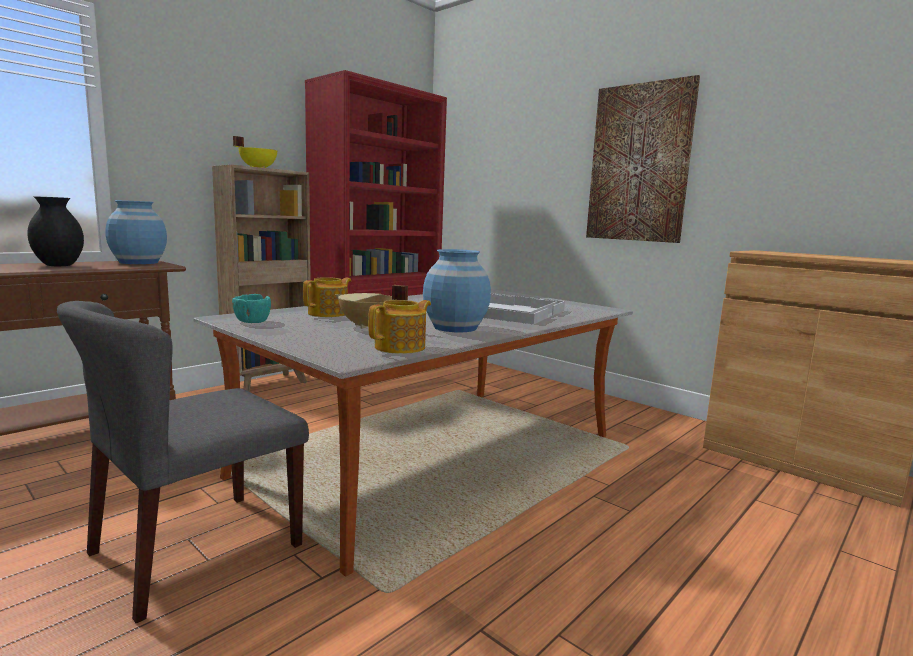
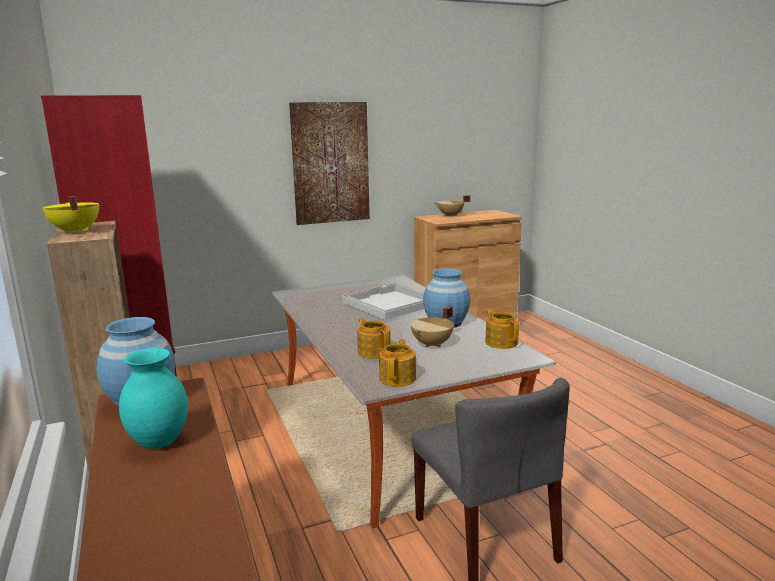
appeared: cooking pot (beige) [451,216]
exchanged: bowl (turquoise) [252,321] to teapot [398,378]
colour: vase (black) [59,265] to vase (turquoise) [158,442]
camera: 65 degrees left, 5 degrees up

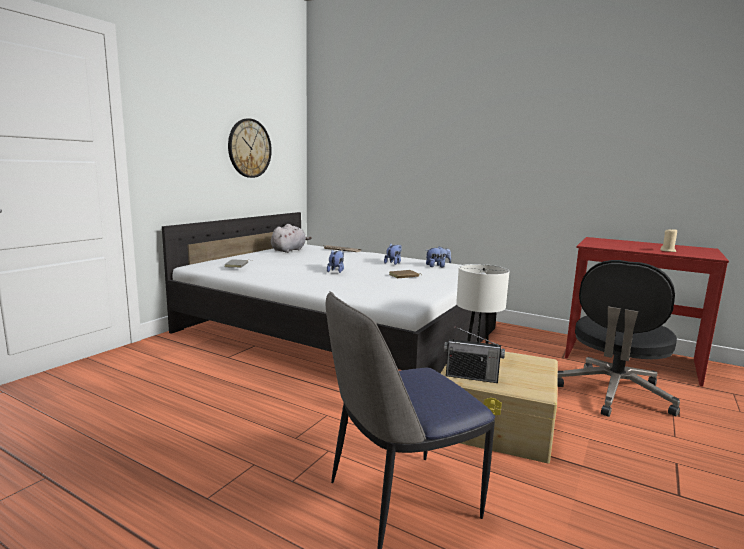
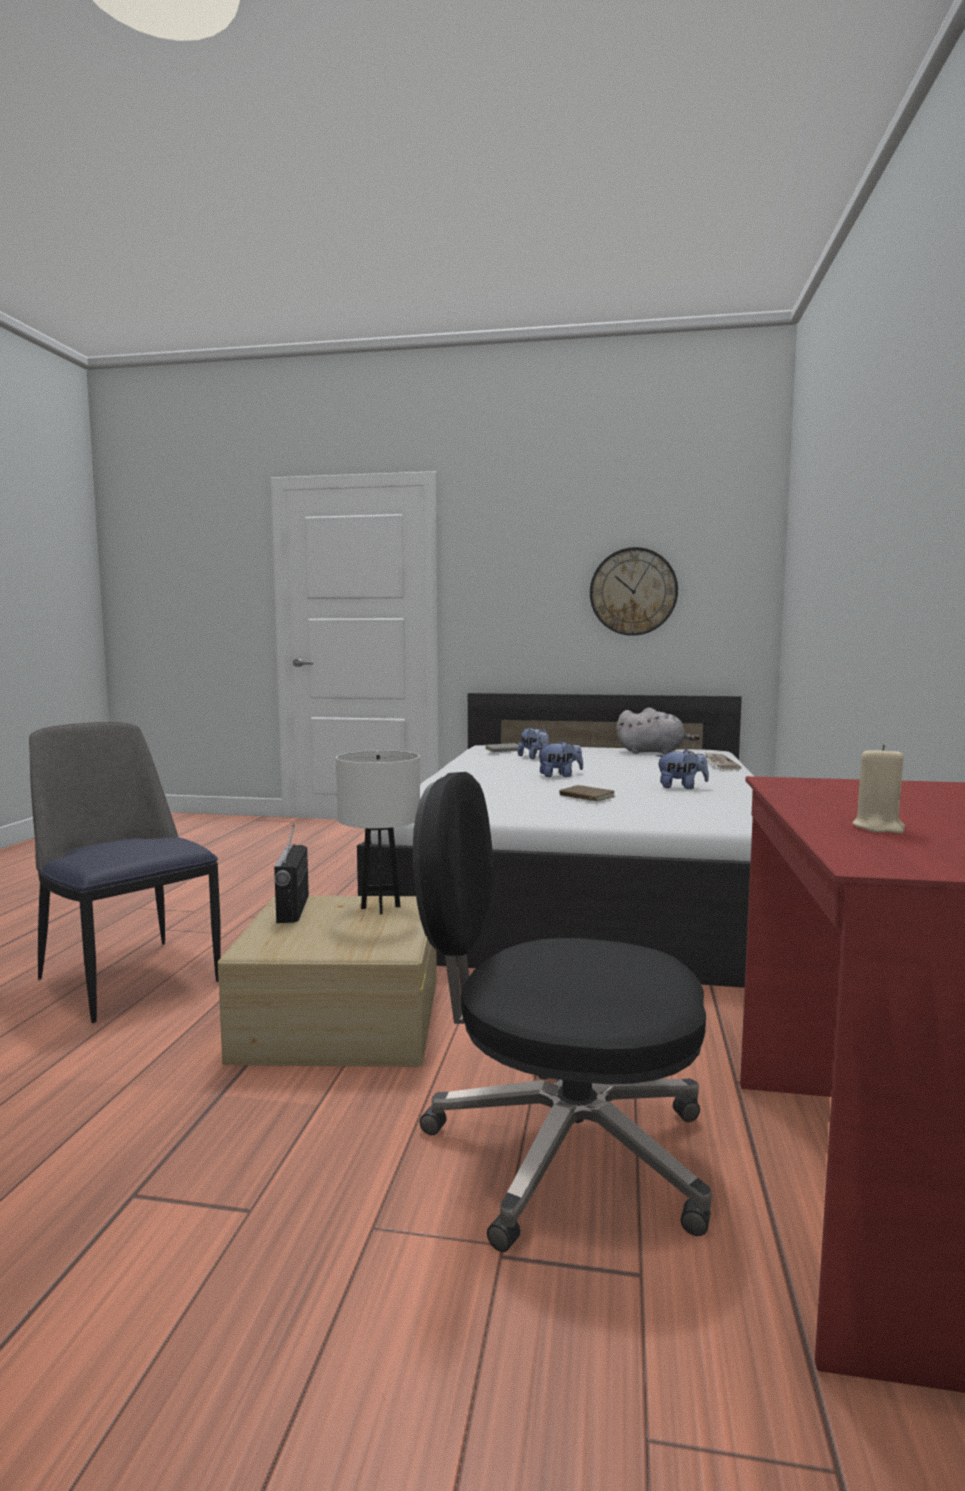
relocated: plush toy [437,266] to [534,758]
camera: 70 degrees right, 5 degrees down

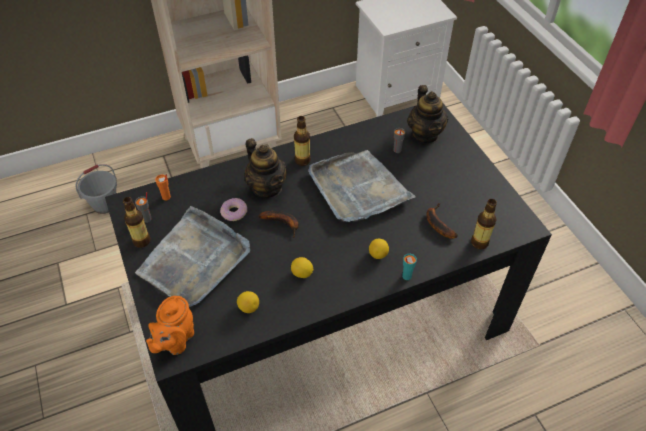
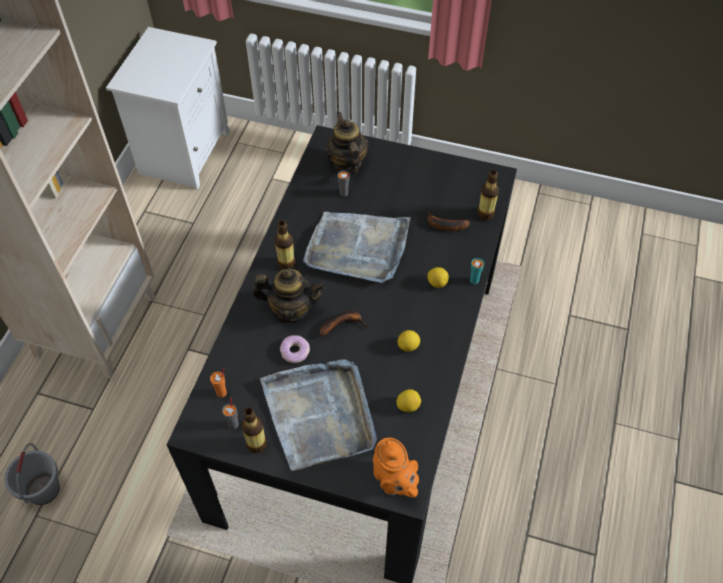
spun: teapot [425,134] = [346,163] 135 degrees counterclockwise
camera: 50 degrees left, 5 degrees up

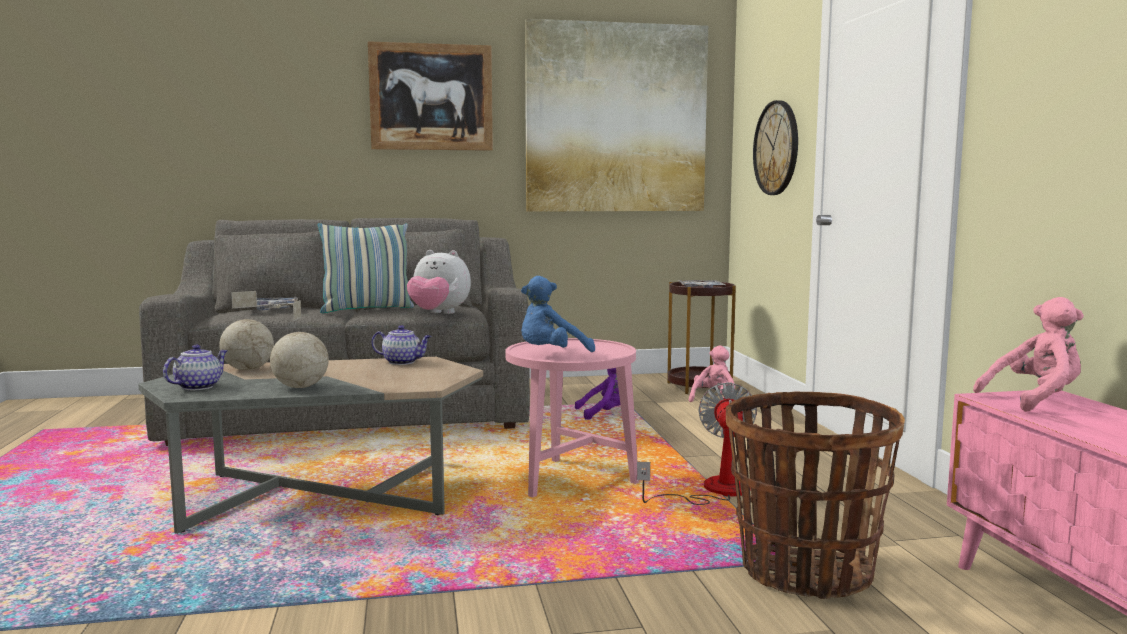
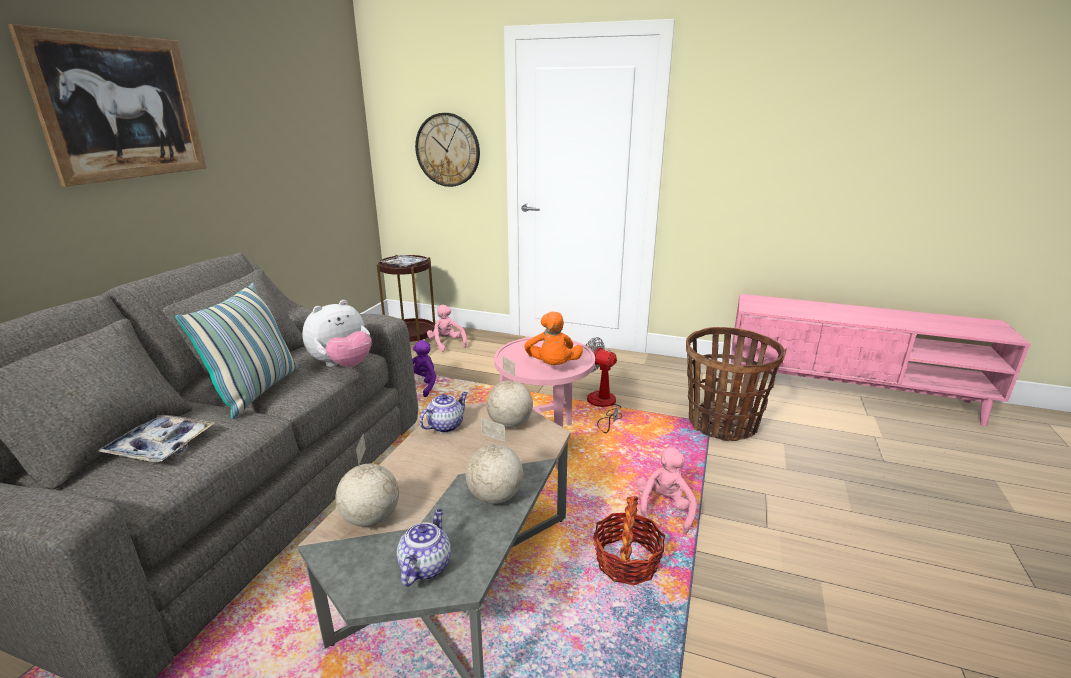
missing: picture [616,119]
appeared: globe [510,424]; basket [626,561]
relocated: plush toy (pink) [1035,400] to [664,510]
colour: plush toy (blue) [551,354] to plush toy (orange) [552,366]
spun: teapot [198,387] = [425,566] 45 degrees clockwise
camera: 60 degrees left, 15 degrees up

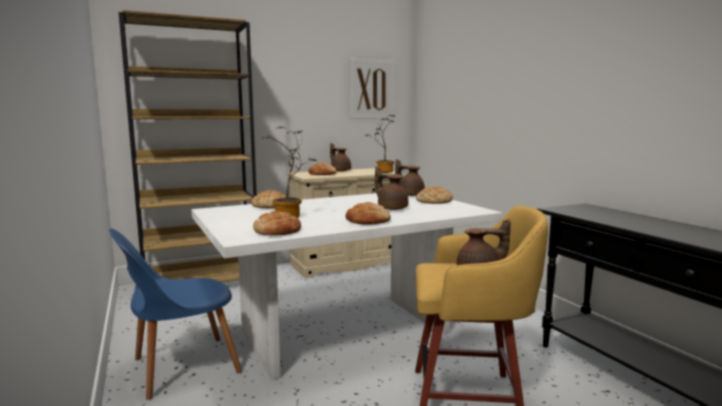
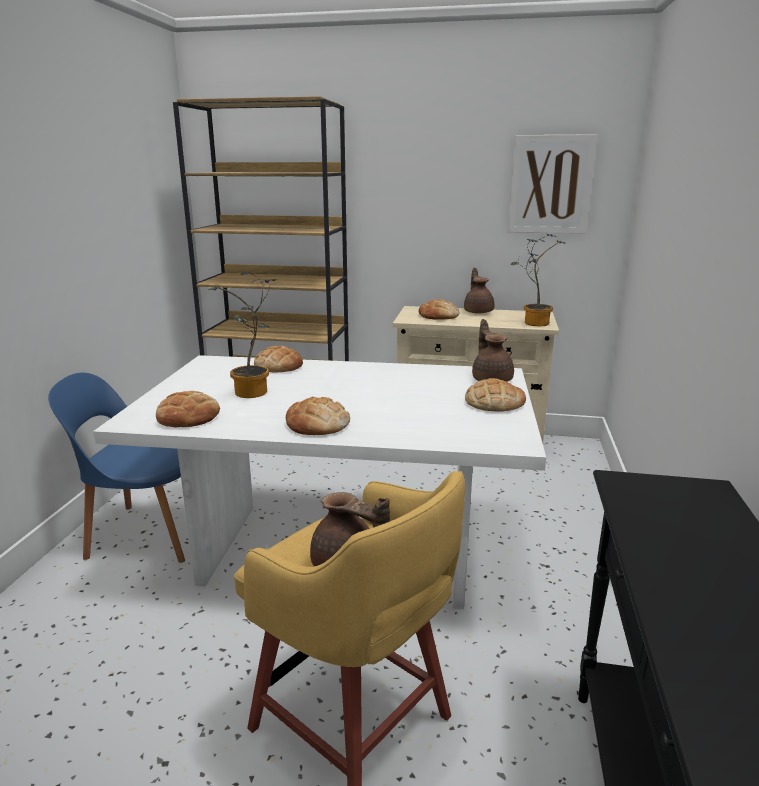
missing: teapot (brown) [391,208]
camera: 35 degrees right, 10 degrees up

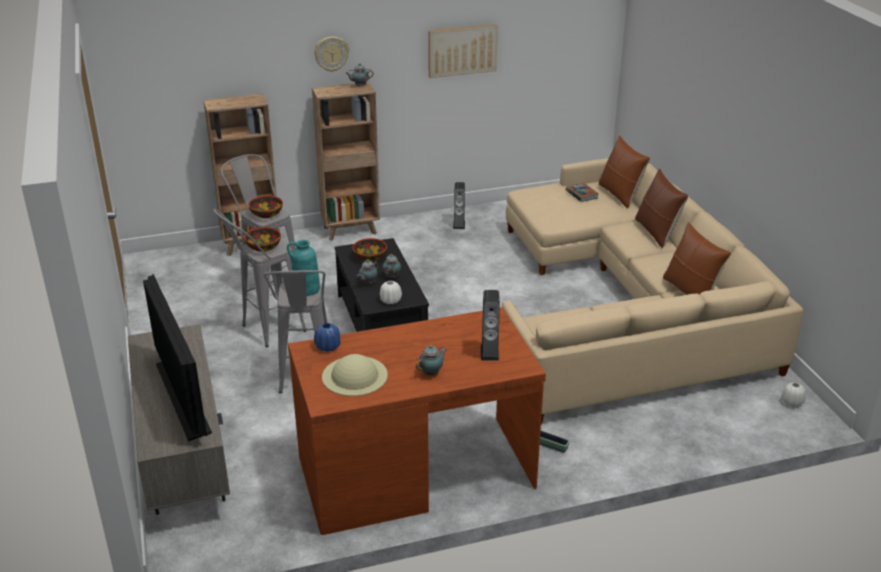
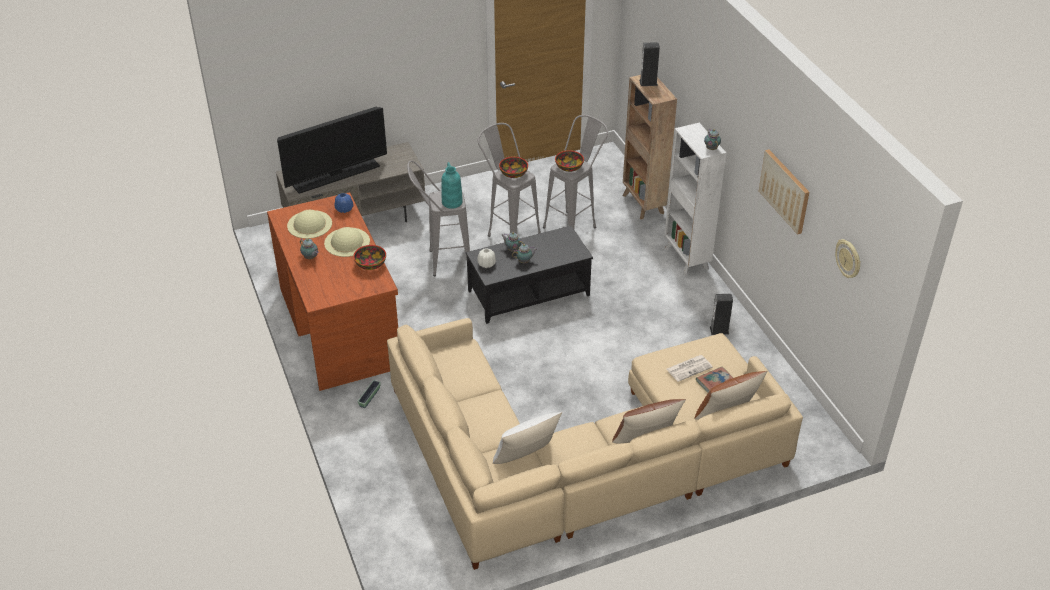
missing: vase (white) [792,402]
appeared: hat (beige) [347,242]; newspaper [689,368]
relocated: wall clock [331,53] to [848,259]; bowl [369,257] to [370,264]; speaker [489,352] to [648,82]
colour: bookcase (brown) [351,230] to bookcase (white) [686,259]; pillow (brown) [691,292] to pillow (white) [526,457]
camera: 85 degrees right, 10 degrees up

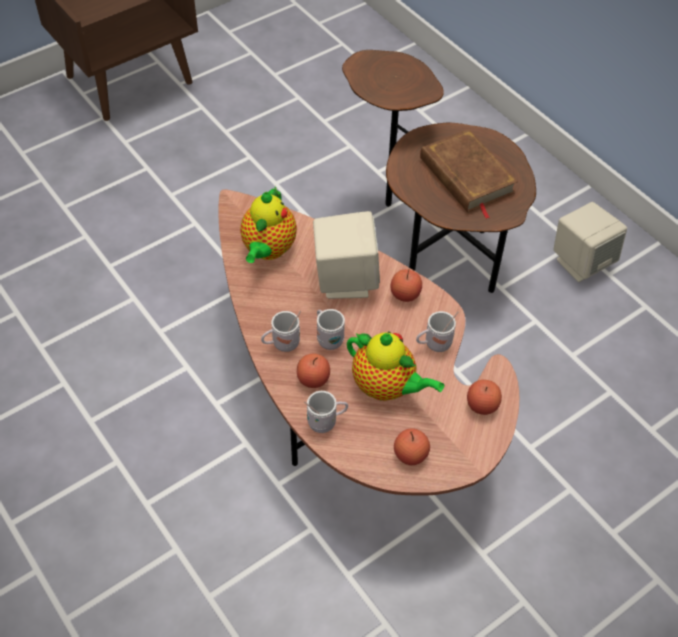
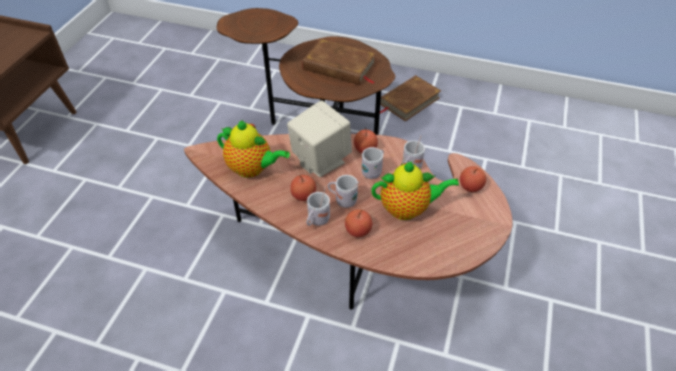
relocated: mug (white) [326,422] to [373,171]; apple [410,454] to [303,195]
exchanged: speaker (beige) [581,262] to book (brown) [409,101]
spun: teapot [268,250] = [252,169] 45 degrees counterclockwise
camera: 35 degrees left, 5 degrees down

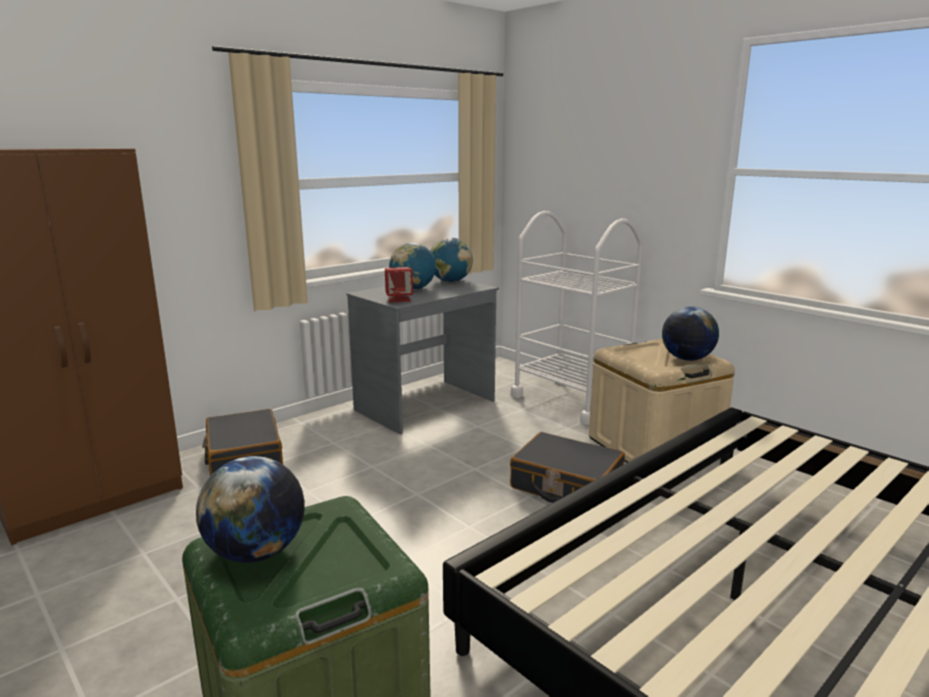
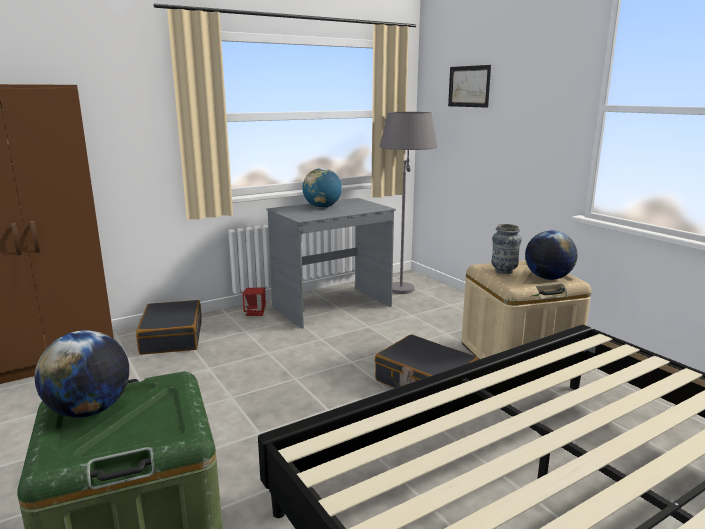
missing: globe [450,281]; cart (white) [571,400]
appeared: floor lamp (grey) [404,284]; picture [469,86]; vase [504,271]
relocated: speaker (red) [399,299] to [255,313]
camera: 10 degrees right, 0 degrees up

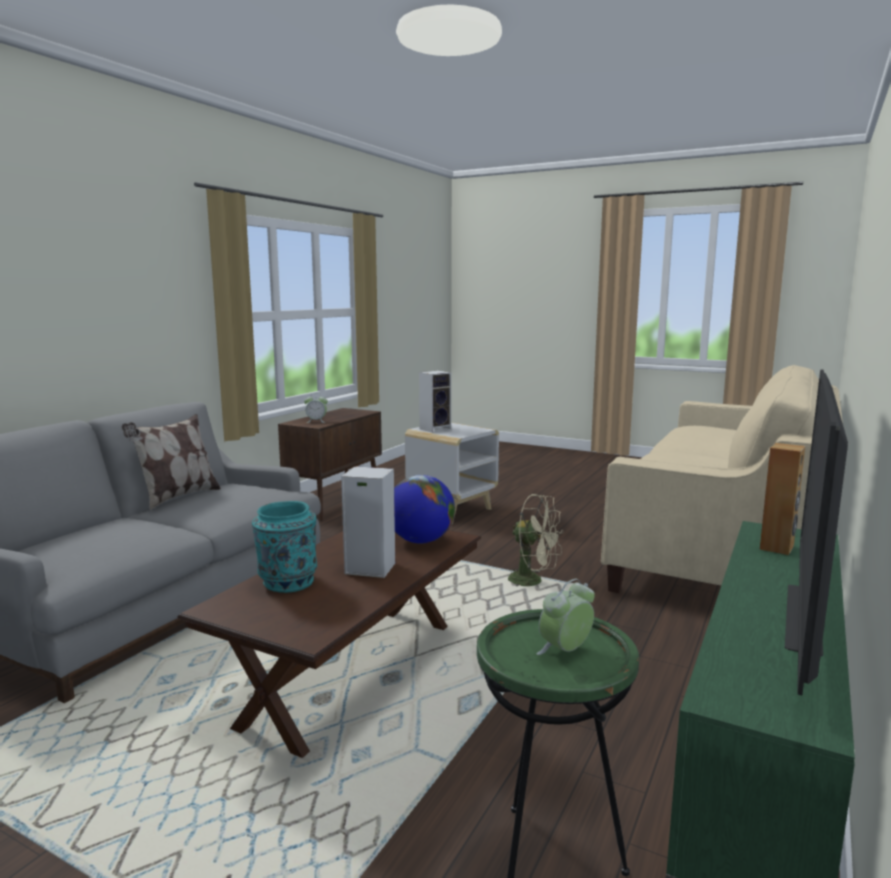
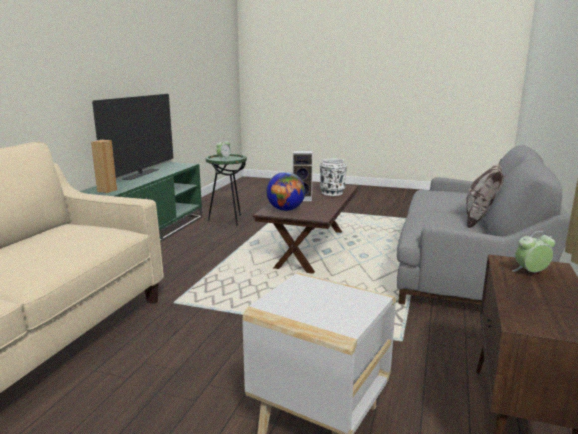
missing: speaker [435,429]; fan (beige) [533,581]
colour: vase (turquoise) [287,582] to vase (white) [332,193]
camera: 170 degrees right, 5 degrees up

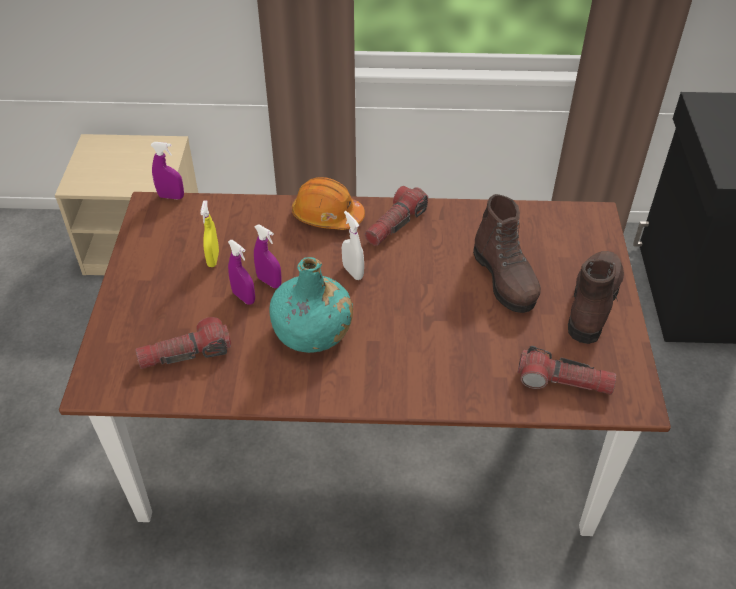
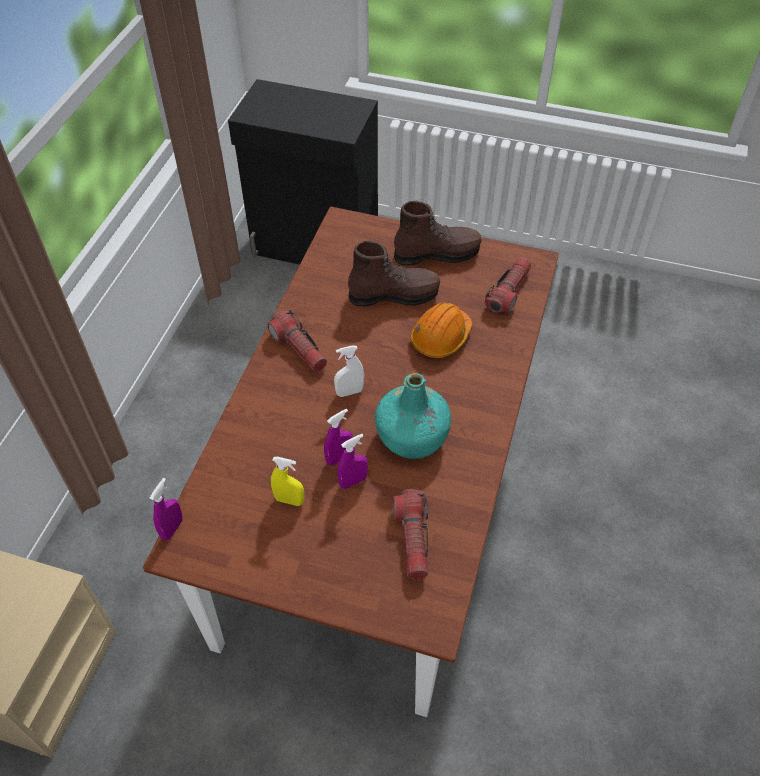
relocated: hard hat (orange) [327,215] to [440,337]
spun: boot (brown) [592,304] = [437,253] 135 degrees clockwise
camera: 75 degrees left, 5 degrees up

